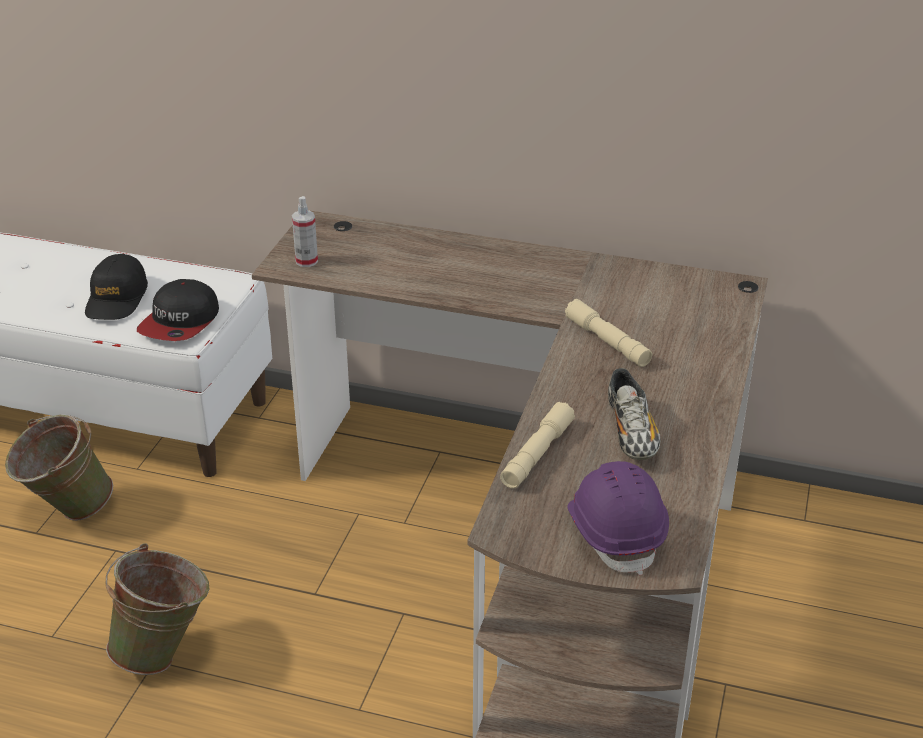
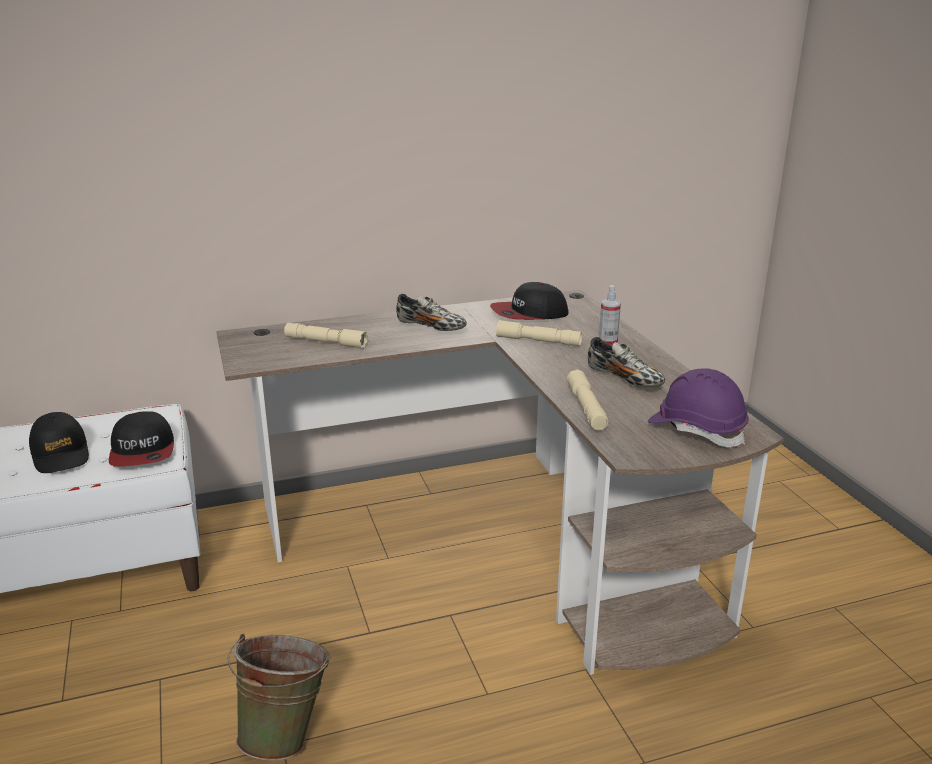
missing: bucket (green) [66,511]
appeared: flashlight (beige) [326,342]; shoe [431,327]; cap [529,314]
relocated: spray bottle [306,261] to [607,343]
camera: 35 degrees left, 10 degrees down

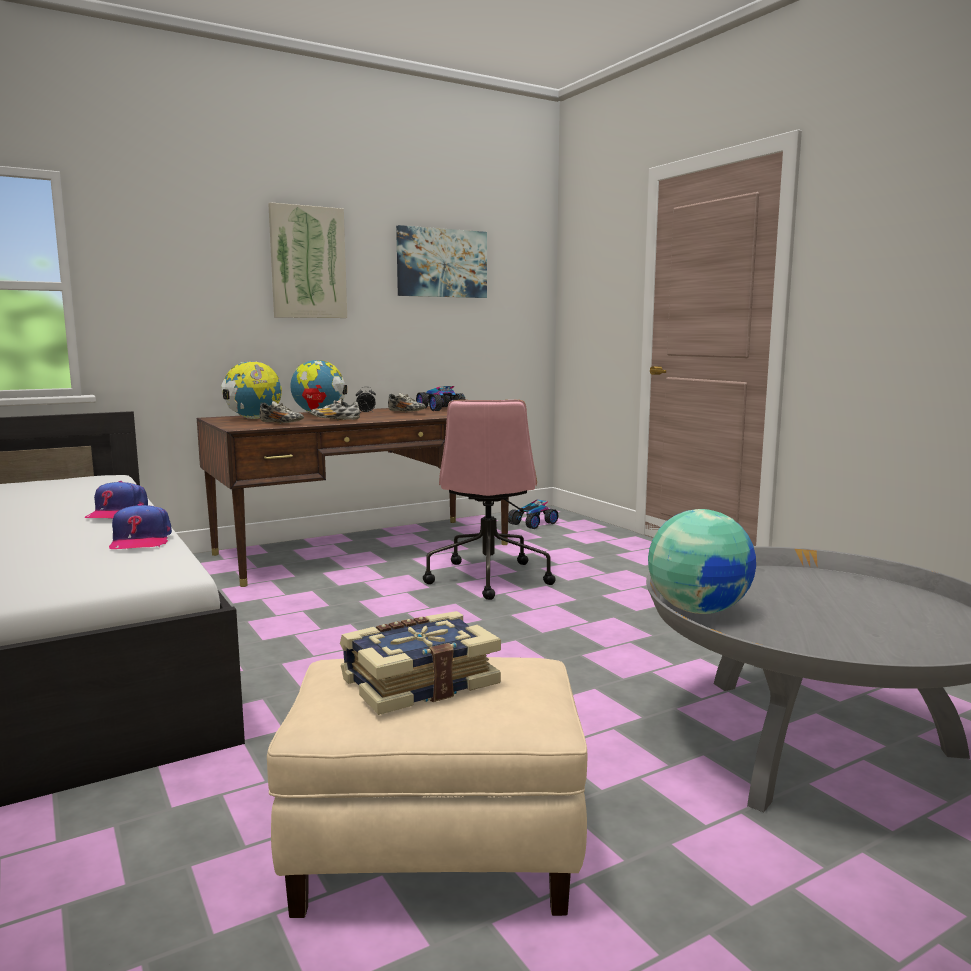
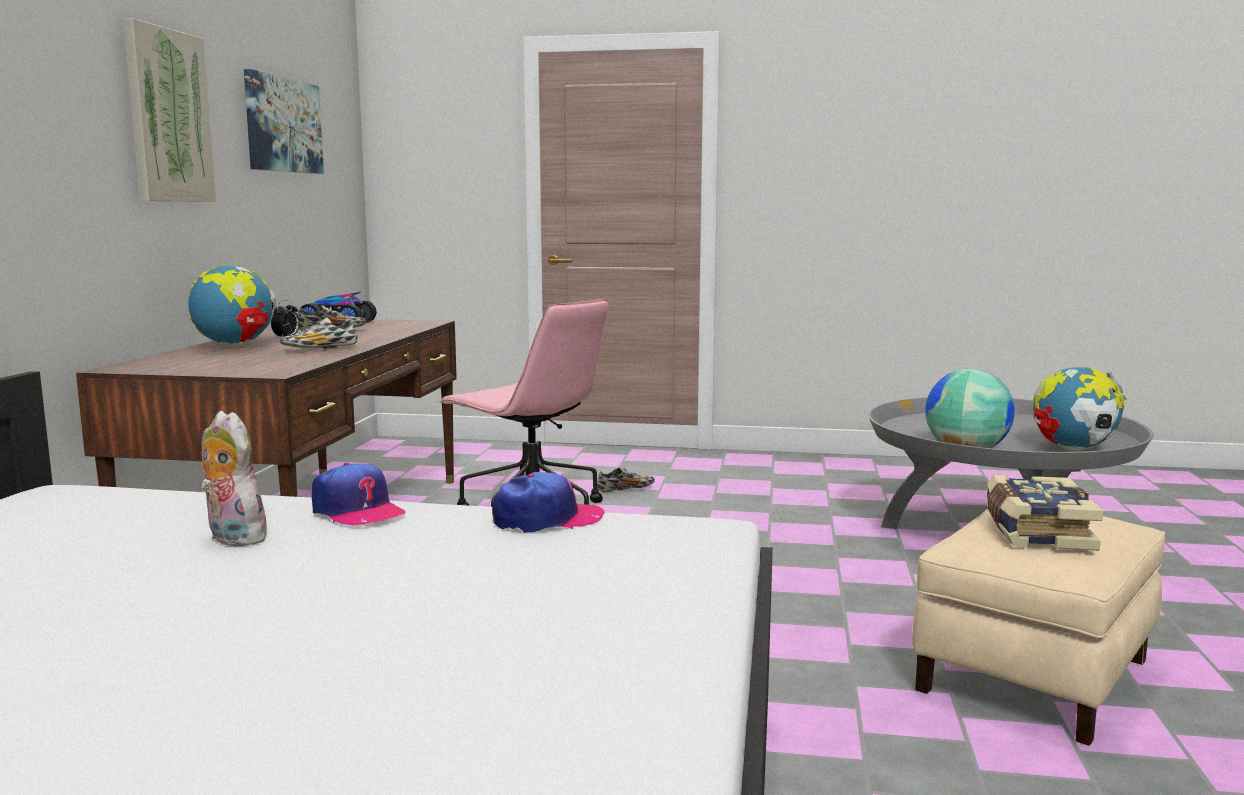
missing: toy car [532,523]
appeared: plush toy [232,538]
relocated: globe [253,418] to [1073,449]; shoe [282,424] to [625,490]
spun: cap [140,540] = [547,519] 45 degrees counterclockwise
camera: 50 degrees left, 0 degrees up

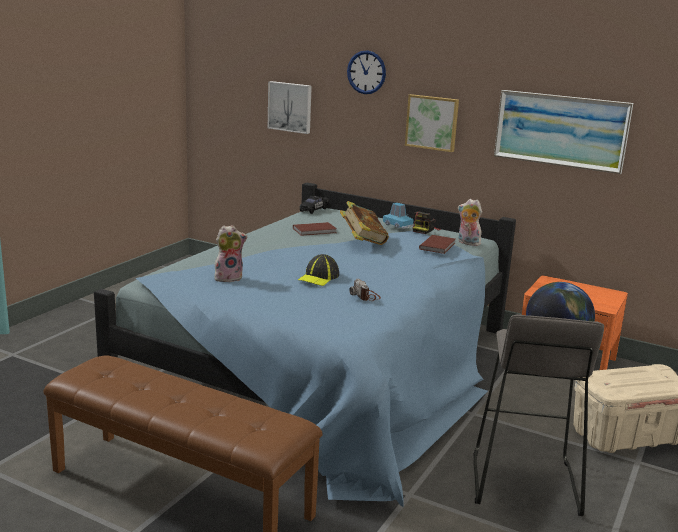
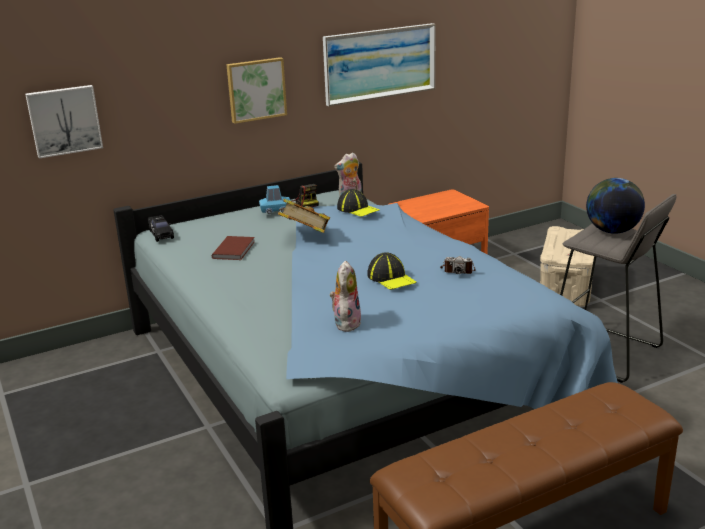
missing: wall clock [366,72]
exchanged: book (brown) [438,246] to cap [358,209]
camera: 55 degrees left, 5 degrees up

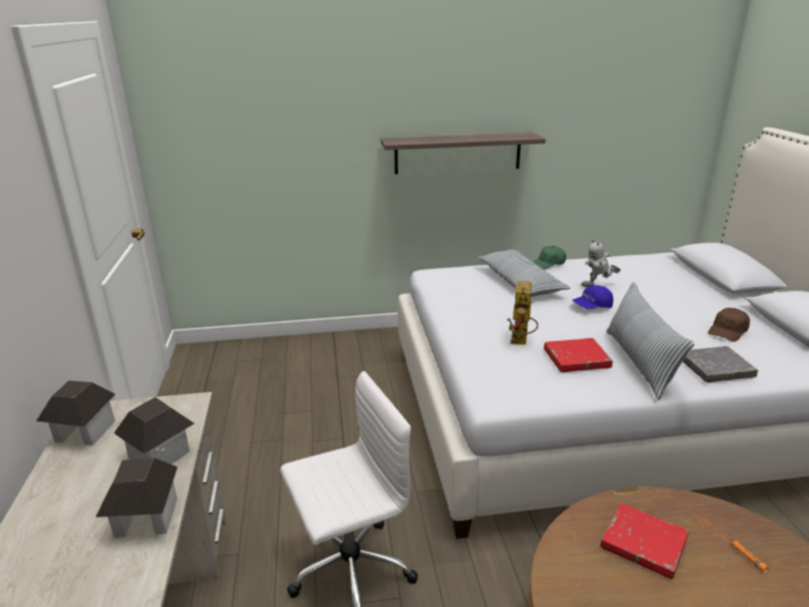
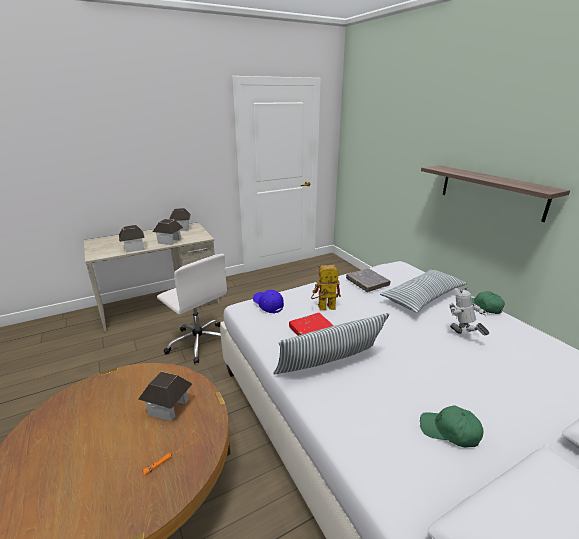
relocated: cap (blue) [592,306] to [268,305]; book (grey) [715,368] to [367,282]
exchanged: book (red) [643,543] to toy house [169,407]
colour: cap (brown) [728,331] to cap (green) [449,431]
camera: 70 degrees right, 0 degrees up

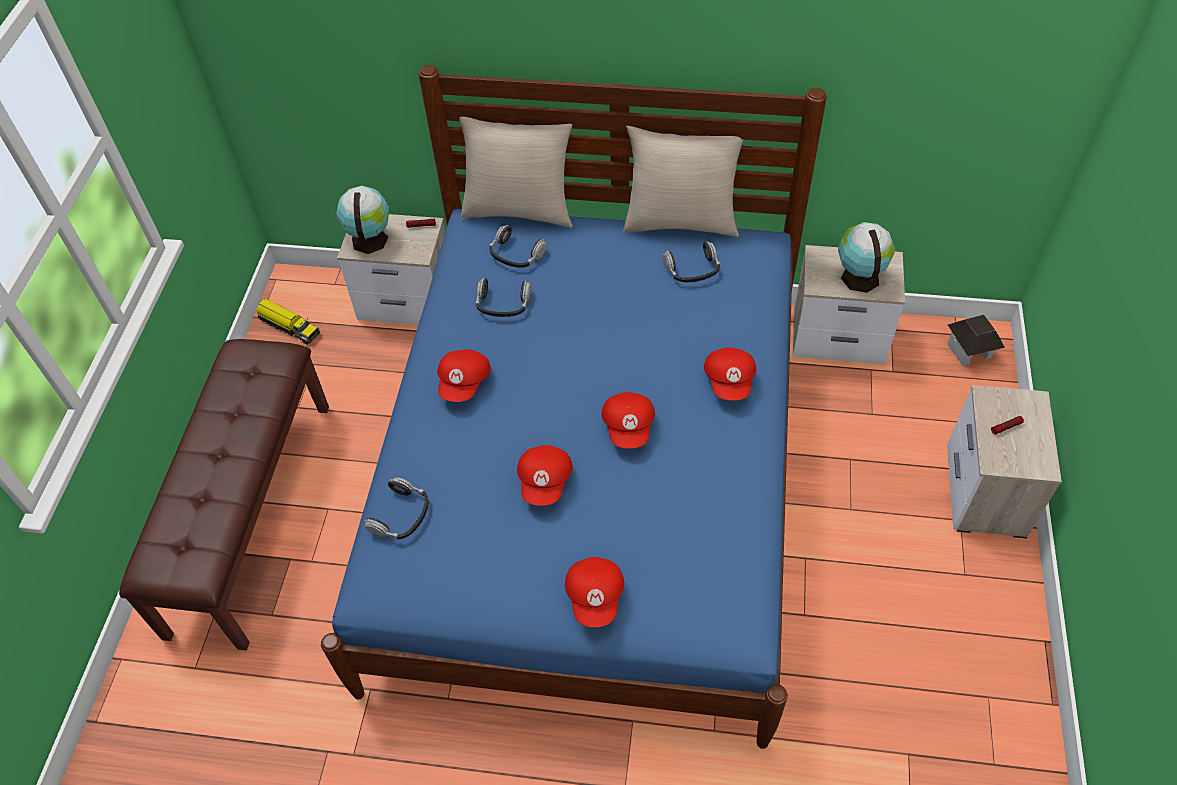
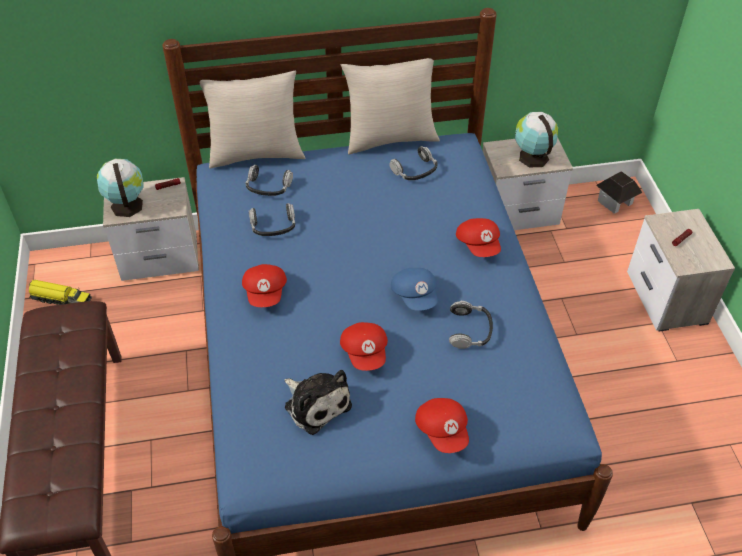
appeared: plush toy [316,403]
relocated: headphones [401,515] to [470,330]
colour: cap (red) [629,427] to cap (blue) [415,296]
camera: 20 degrees left, 5 degrees down

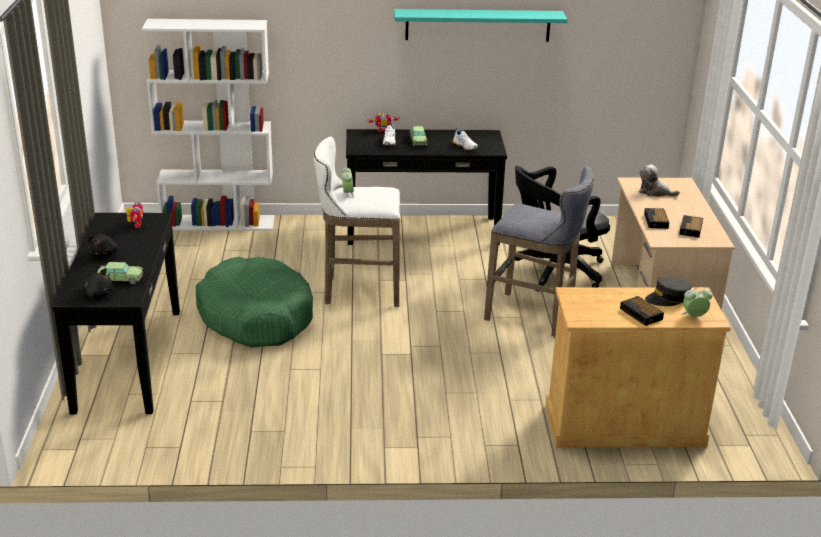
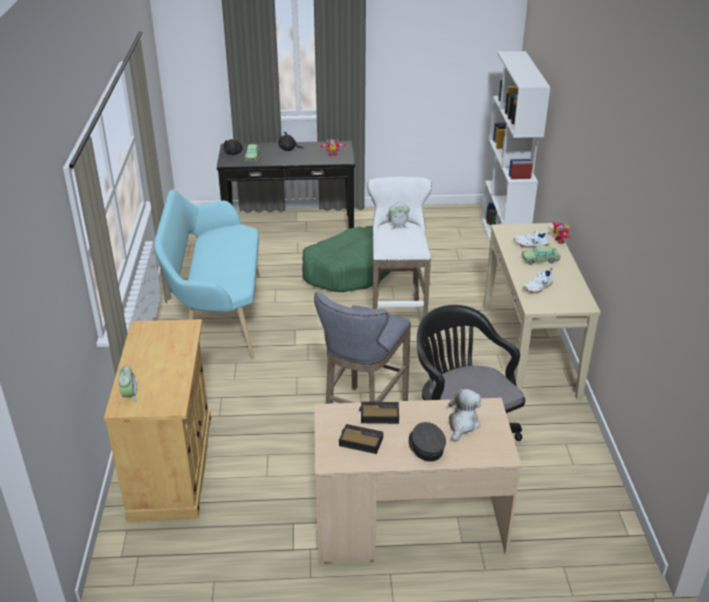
missing: shelf (turquoise) [478,25]; alarm clock [641,314]
appeared: bench (turquoise) [218,316]
relocated: cap (grey) [667,298] to [425,447]
colour: console table (black) [422,230] to console table (beige) [530,350]
camera: 90 degrees right, 5 degrees up

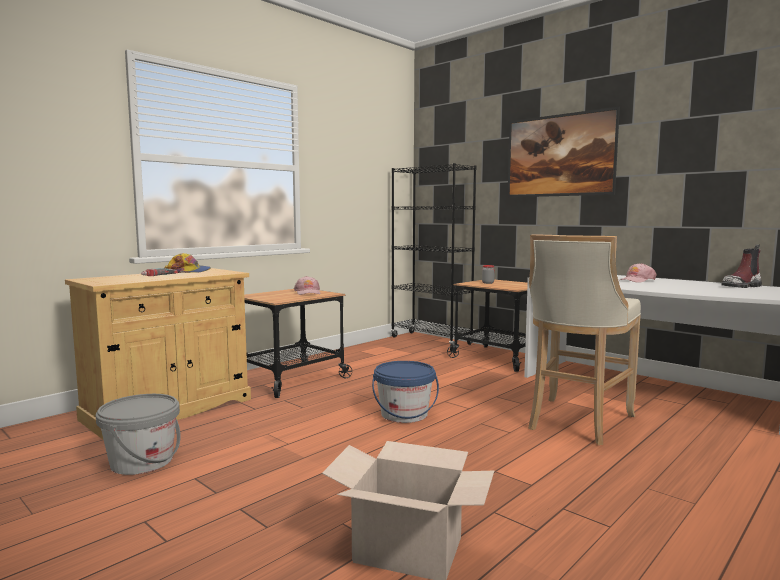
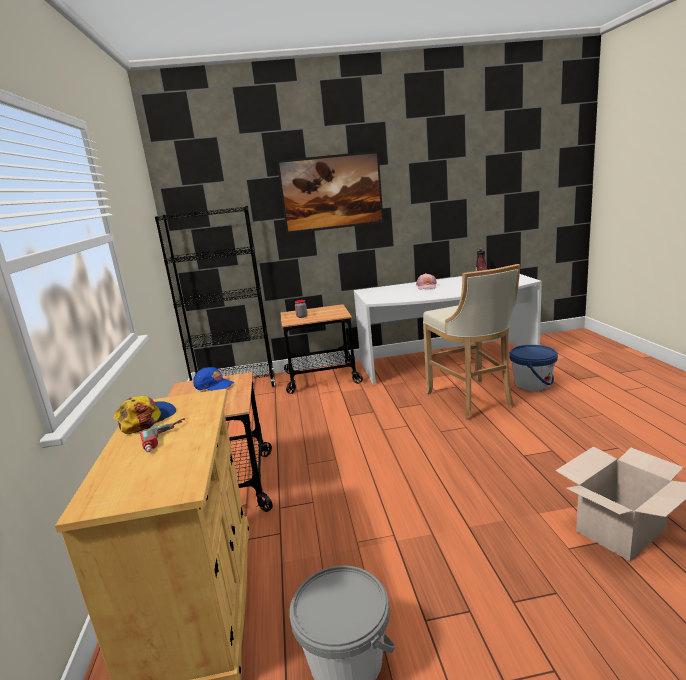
relocated: bucket (blue) [404,414] to [532,384]
colour: cap (pink) [308,292] to cap (blue) [214,385]
camera: 50 degrees left, 10 degrees up

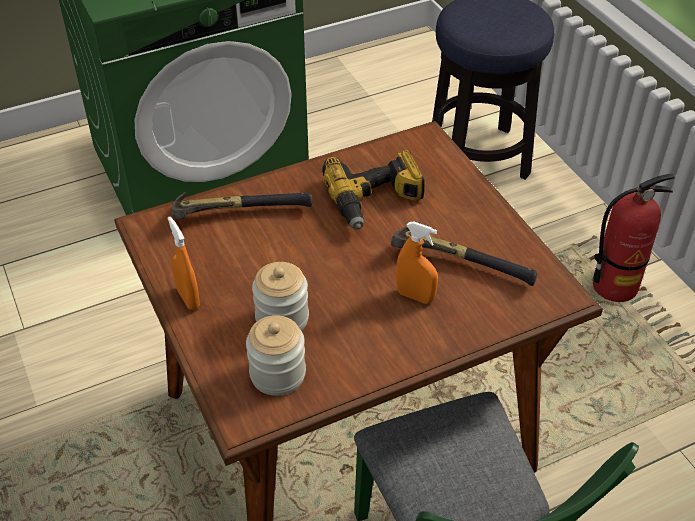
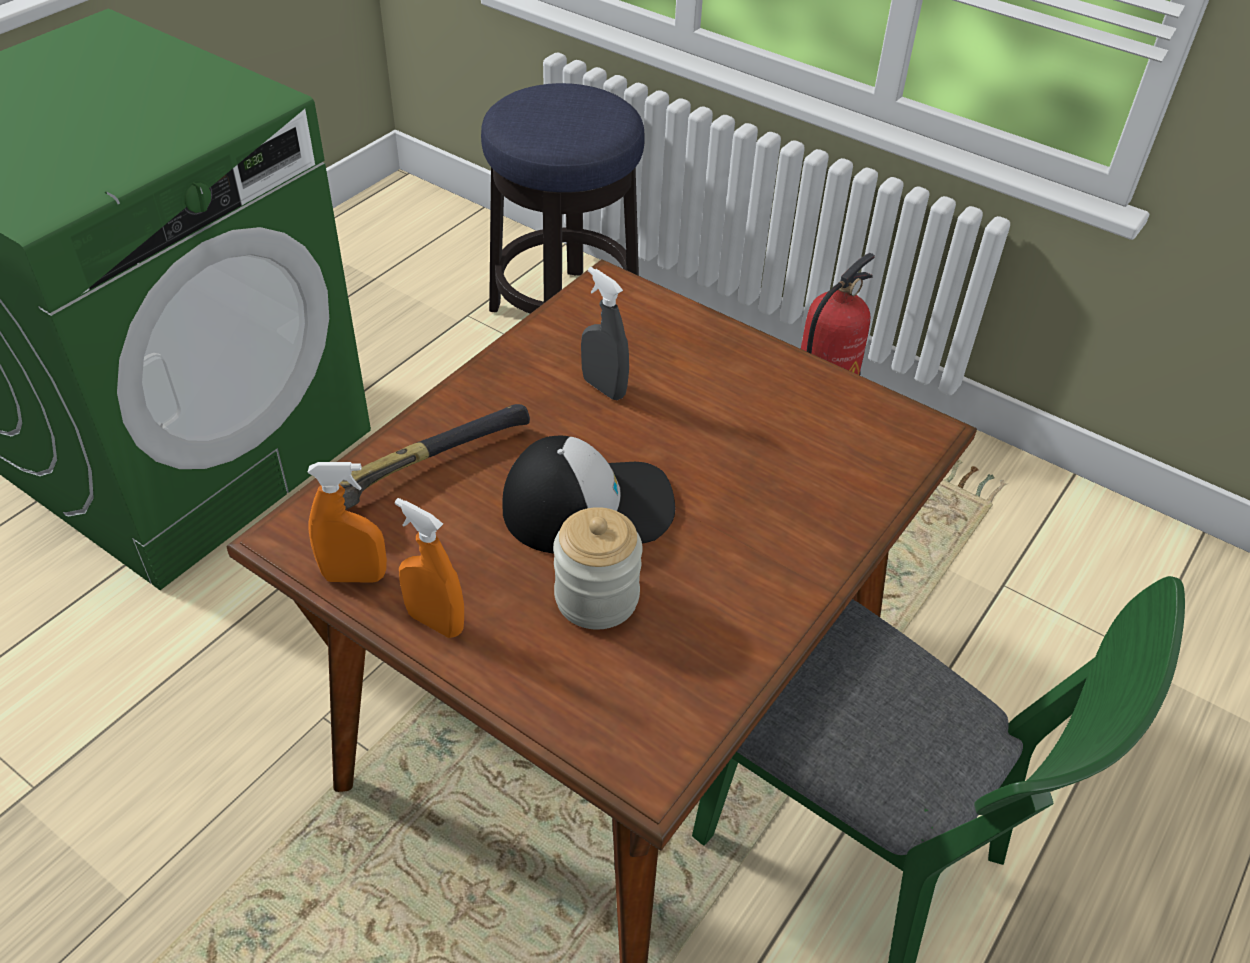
missing: jar [277,374]; hammer [460,261]
appeared: cap [589,505]
relocated: spray bottle (orange) [415,296] to [354,576]
exchanged: power drill [375,201] to spray bottle (grey) [604,388]
camera: 30 degrees left, 0 degrees up

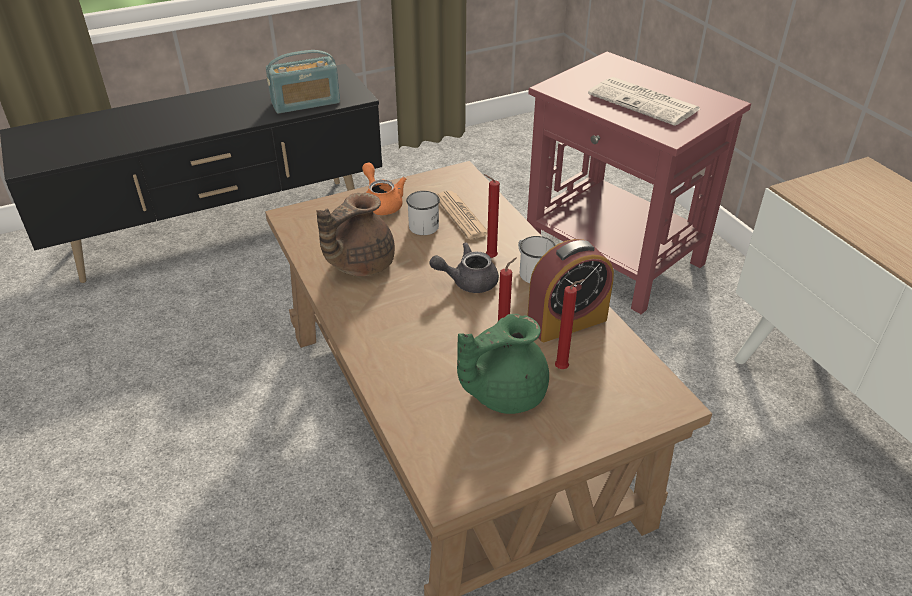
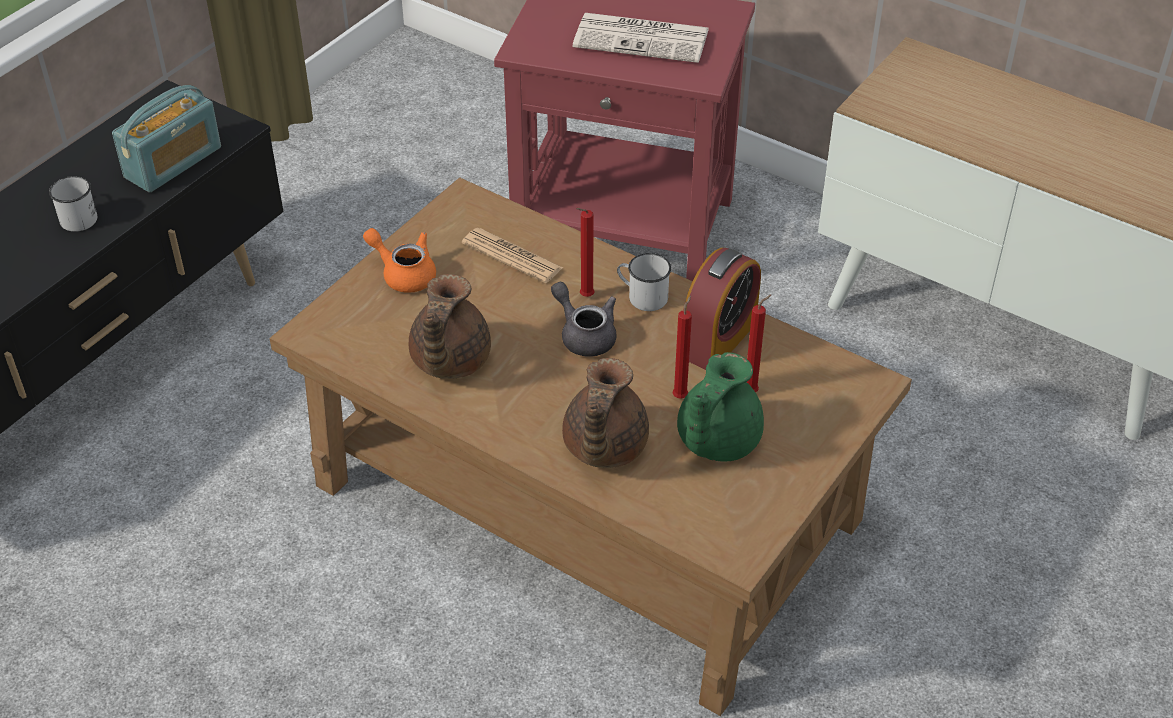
appeared: teapot (brown) [603,447]
relocated: mug (white) [424,224] to [77,216]
spun: teapot (grey) [467,281] = [584,335] 90 degrees clockwise
camera: 30 degrees left, 5 degrees up

